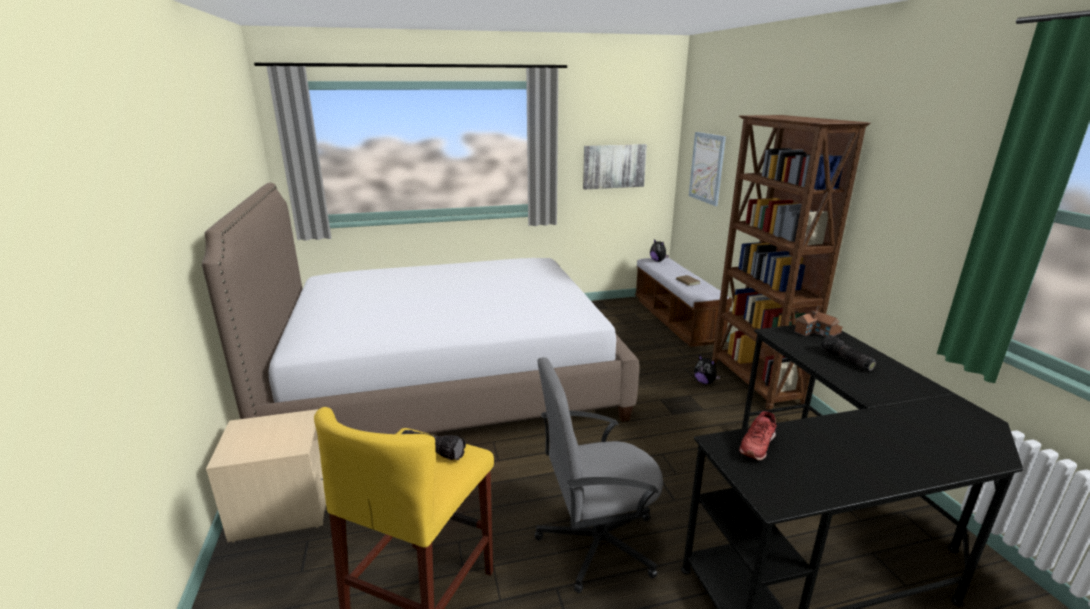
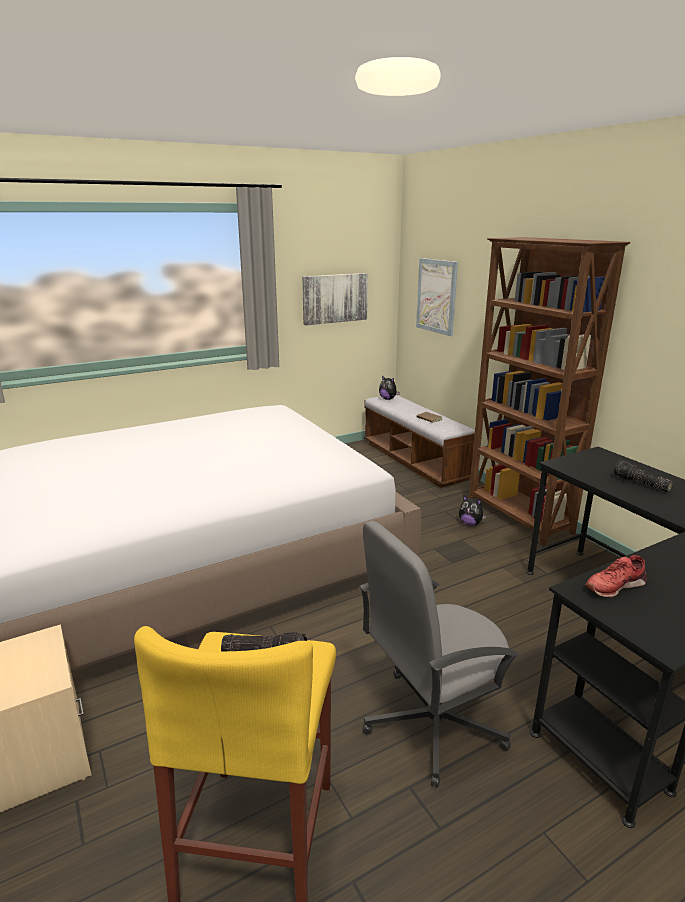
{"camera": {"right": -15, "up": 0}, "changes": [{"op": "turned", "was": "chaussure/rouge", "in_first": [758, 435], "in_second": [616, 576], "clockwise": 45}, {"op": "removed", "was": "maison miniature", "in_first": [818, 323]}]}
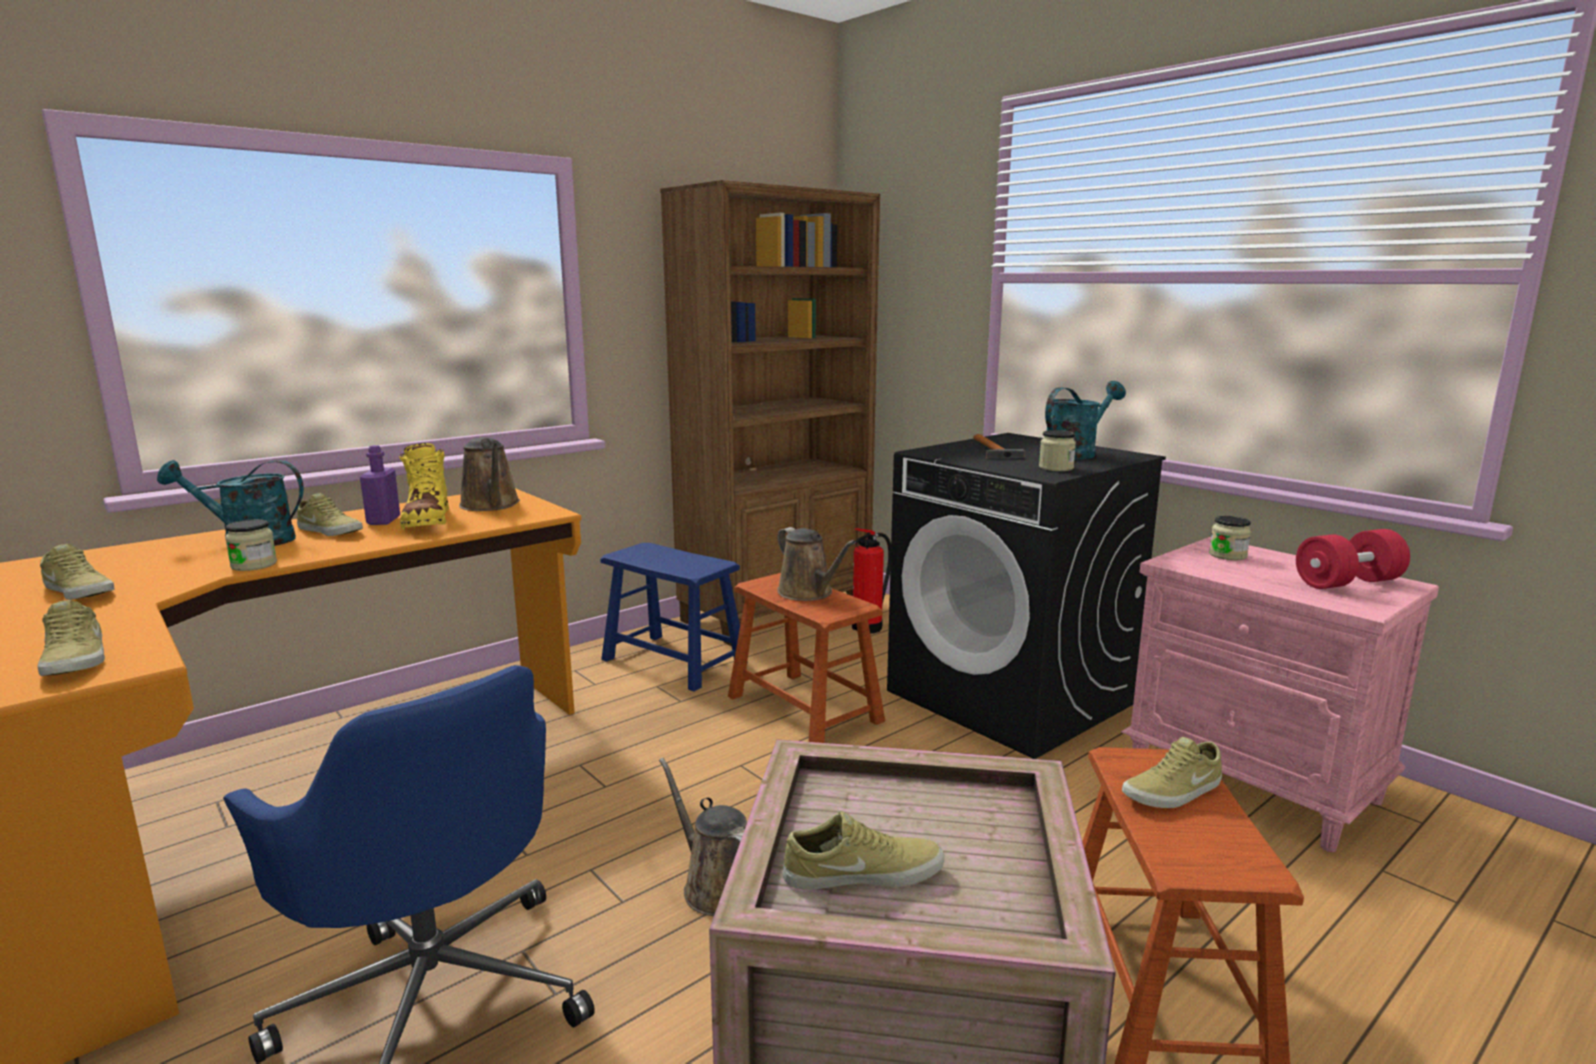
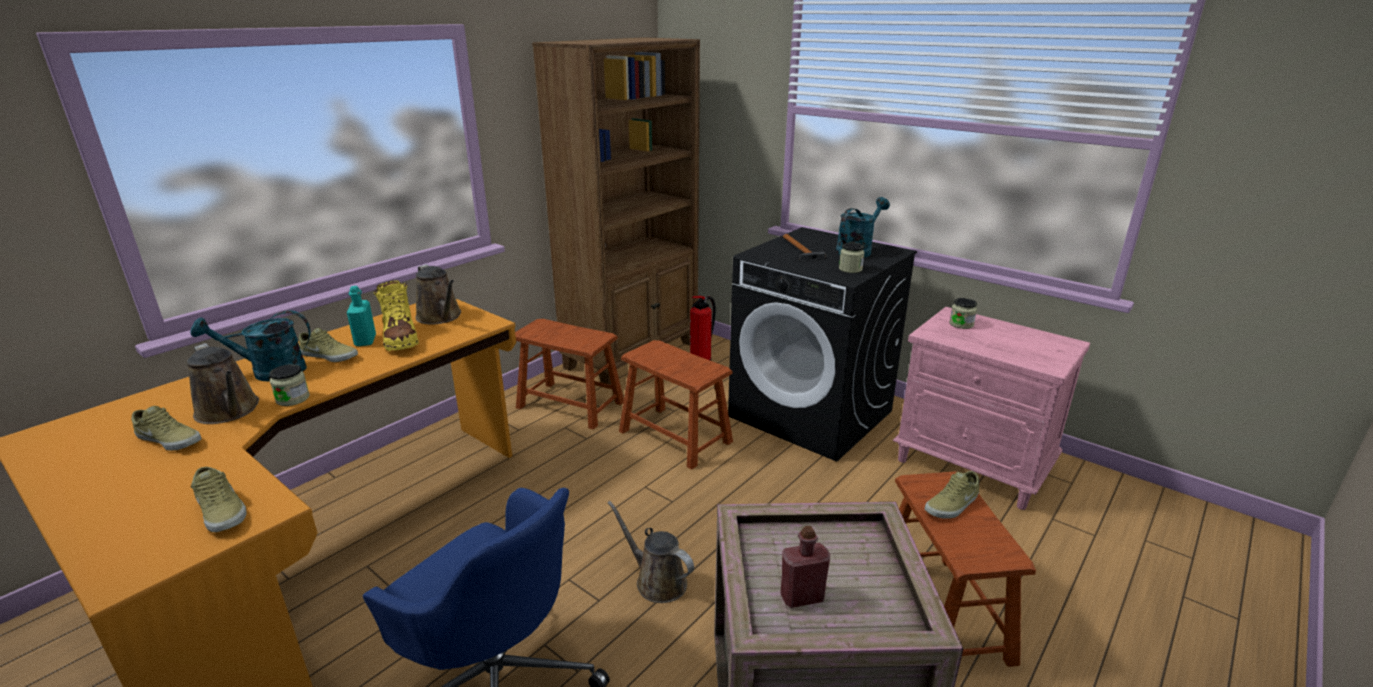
{"camera": {"right": -10, "up": 10}, "changes": [{"op": "recoloured", "was": "bouteille/violet", "now": "bouteille/turquoise", "in_first": [380, 485], "in_second": [361, 316]}, {"op": "recoloured", "was": "tabouret/bleu", "now": "tabouret/marron", "in_first": [674, 617], "in_second": [569, 374]}, {"op": "moved", "was": "arrosoir/marron", "in_first": [816, 564], "in_second": [223, 383]}, {"op": "replaced", "was": "chaussure/beige", "now": "bouteille/rouge", "in_first": [863, 850], "in_second": [805, 567]}, {"op": "removed", "was": "haltère/rouge", "in_first": [1353, 559]}]}
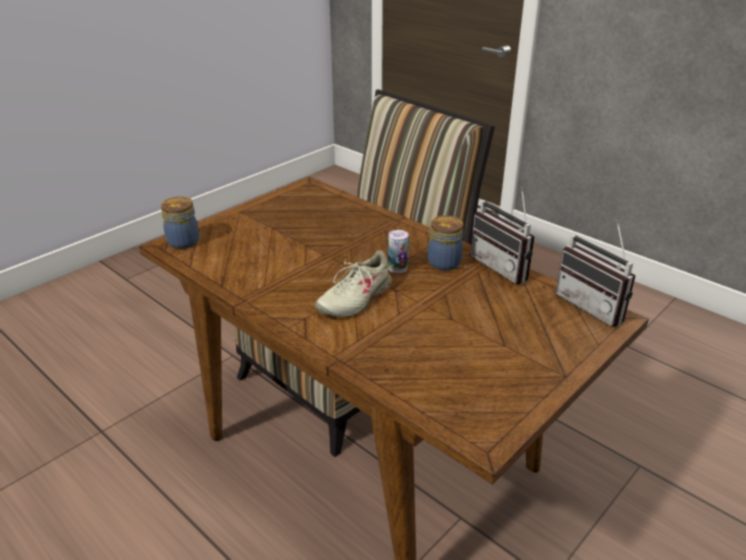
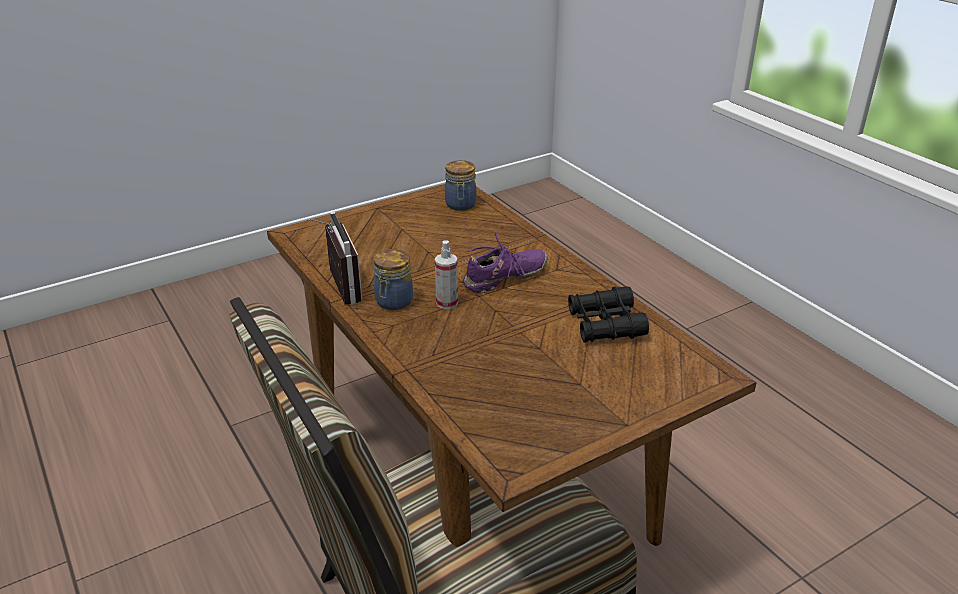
{"camera": {"right": -165, "up": 0}, "changes": [{"op": "moved", "was": "bocal", "in_first": [180, 223], "in_second": [461, 185]}, {"op": "recoloured", "was": "chaussure/beige", "now": "chaussure/violet", "in_first": [354, 283], "in_second": [505, 263]}, {"op": "replaced", "was": "boîte métallique", "now": "vaporisateur", "in_first": [398, 251], "in_second": [446, 274]}, {"op": "removed", "was": "radio", "in_first": [595, 273]}, {"op": "added", "now": "jumelles/noir", "in_second": [608, 314]}]}
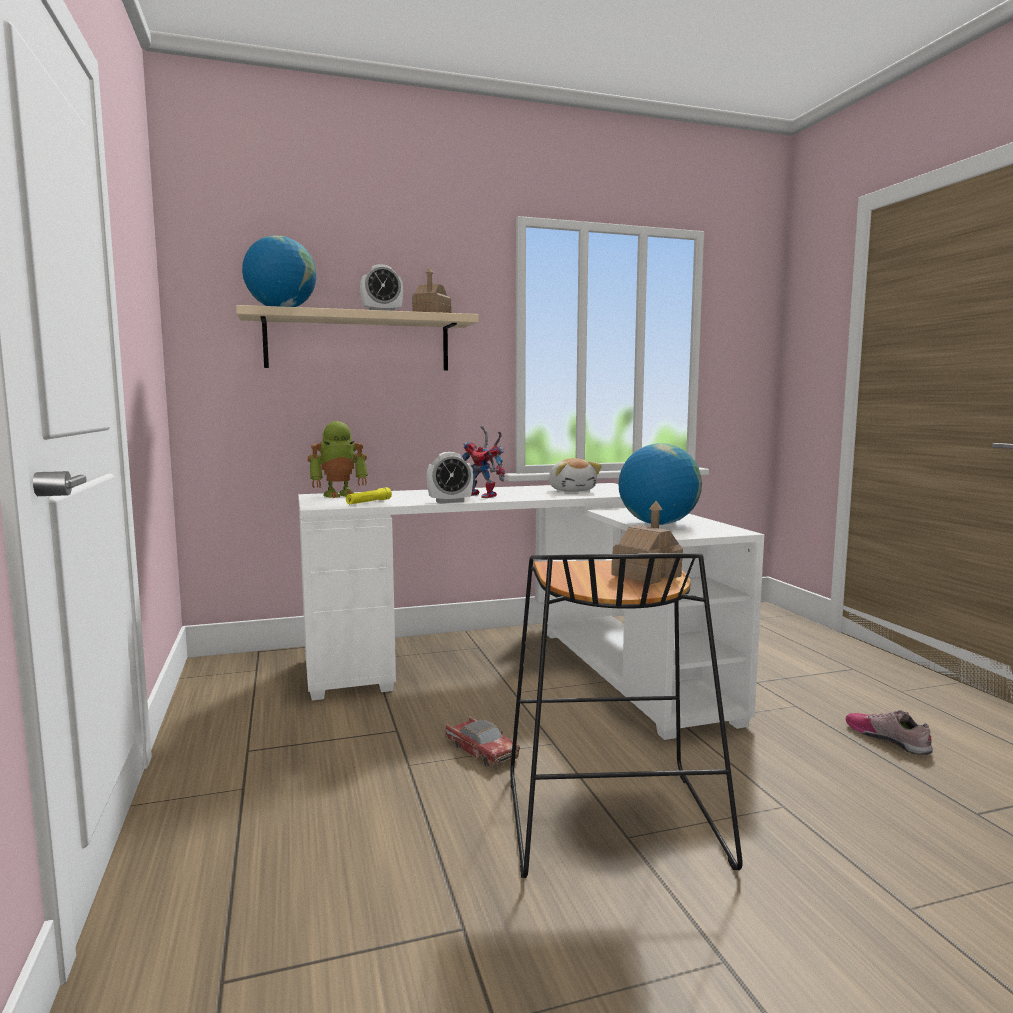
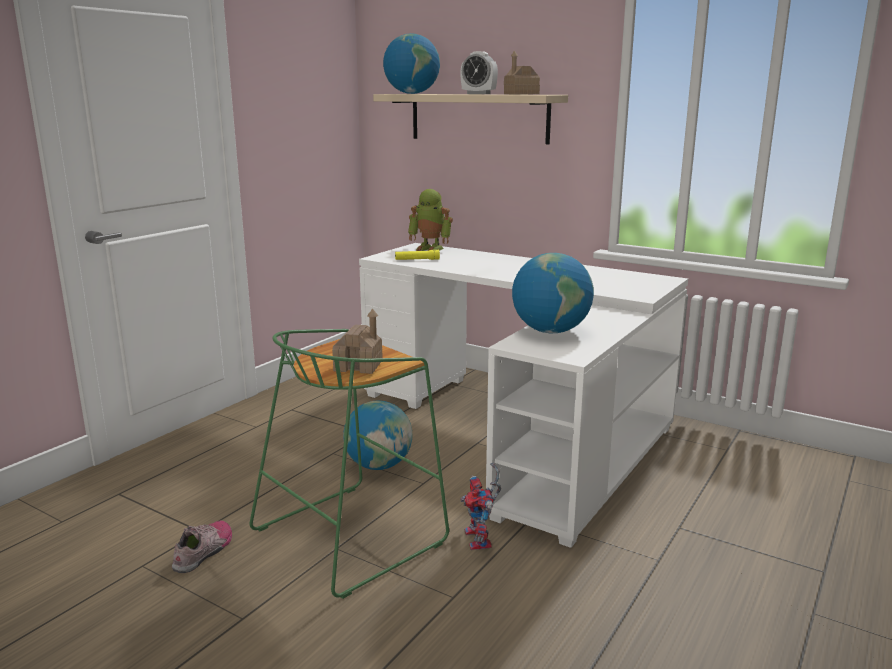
{"camera": {"right": 50, "up": 10}, "changes": [{"op": "removed", "was": "réveil", "in_first": [450, 477]}, {"op": "replaced", "was": "petite voiture", "now": "globe", "in_first": [482, 742], "in_second": [377, 435]}, {"op": "moved", "was": "robot jouet", "in_first": [483, 462], "in_second": [480, 506]}, {"op": "recoloured", "was": "tabouret/noir", "now": "tabouret/vert", "in_first": [626, 715], "in_second": [349, 464]}, {"op": "removed", "was": "peluche", "in_first": [575, 475]}, {"op": "moved", "was": "chaussure", "in_first": [889, 732], "in_second": [202, 546]}]}
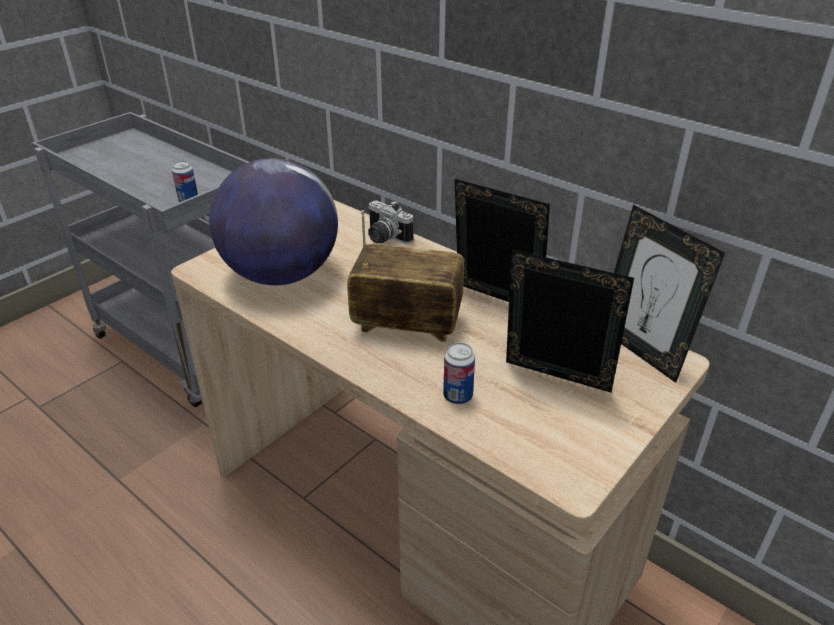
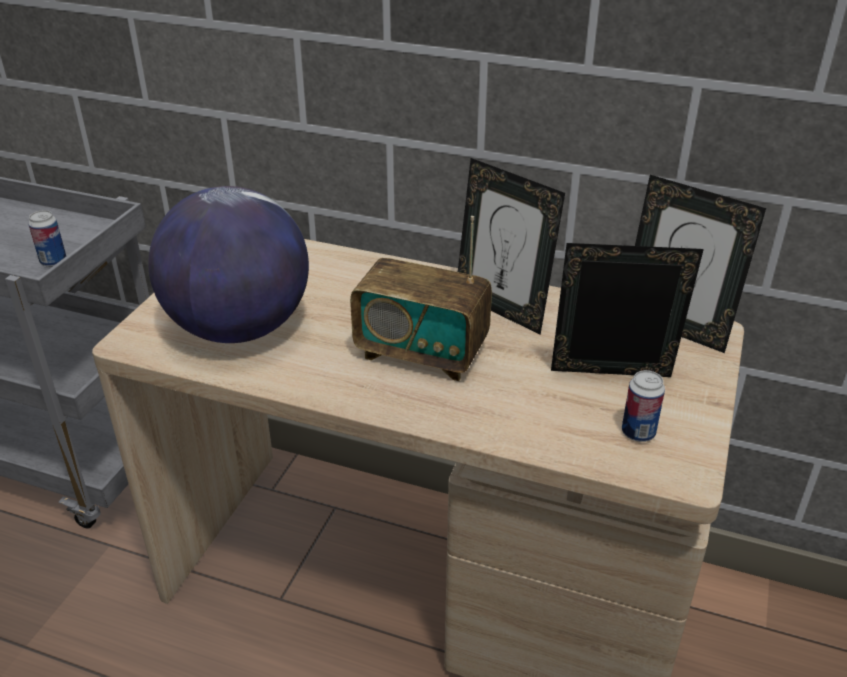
{"camera": {"right": -20, "up": 0}, "changes": [{"op": "turned", "was": "radio", "in_first": [405, 276], "in_second": [421, 298], "clockwise": -150}, {"op": "removed", "was": "appareil photo", "in_first": [390, 222]}, {"op": "moved", "was": "boîte métallique", "in_first": [459, 373], "in_second": [643, 406]}, {"op": "turned", "was": "cadre photo", "in_first": [502, 240], "in_second": [511, 246], "clockwise": -150}]}
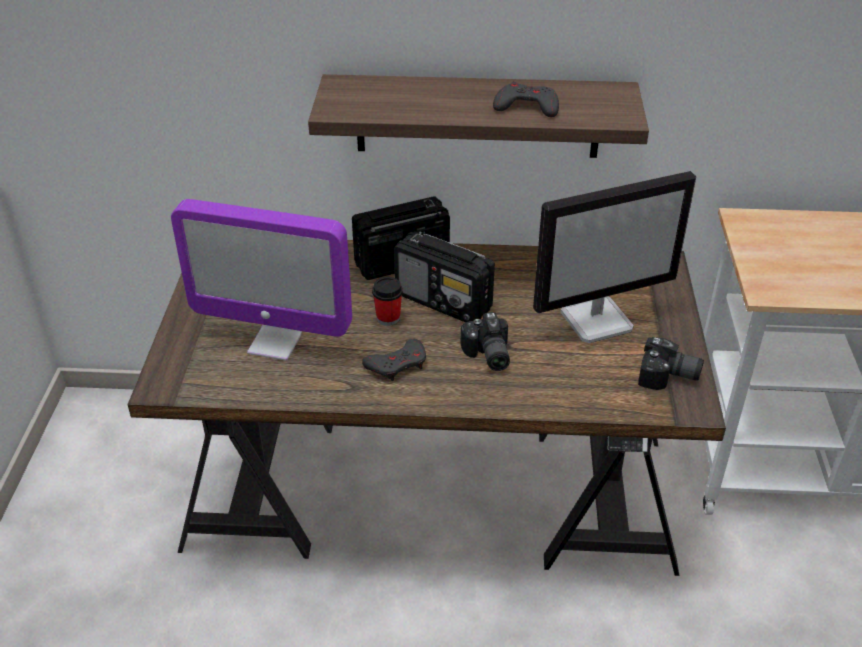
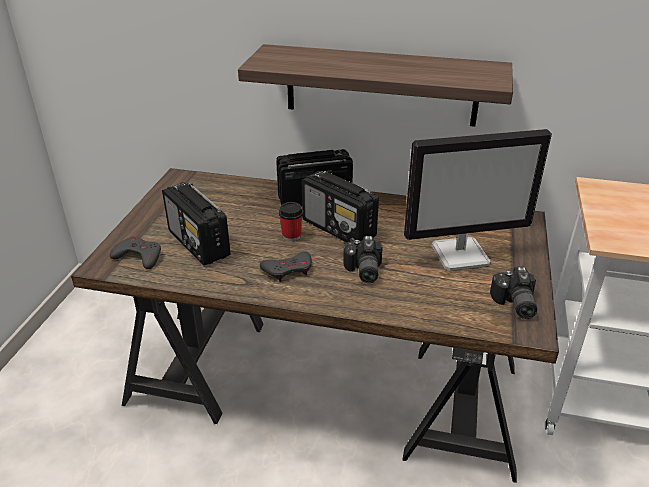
{"camera": {"right": 10, "up": -5}, "changes": [{"op": "replaced", "was": "écran d'ordinateur", "now": "radio", "in_first": [261, 280], "in_second": [196, 224]}, {"op": "moved", "was": "manette/gris", "in_first": [526, 99], "in_second": [135, 252]}, {"op": "turned", "was": "appareil photo", "in_first": [671, 363], "in_second": [513, 293], "clockwise": 60}]}
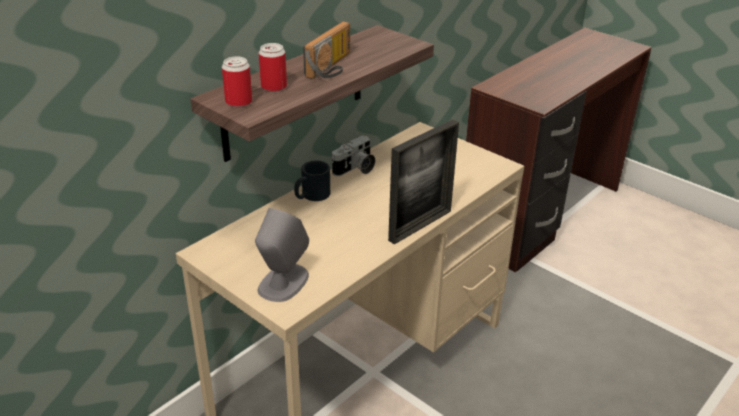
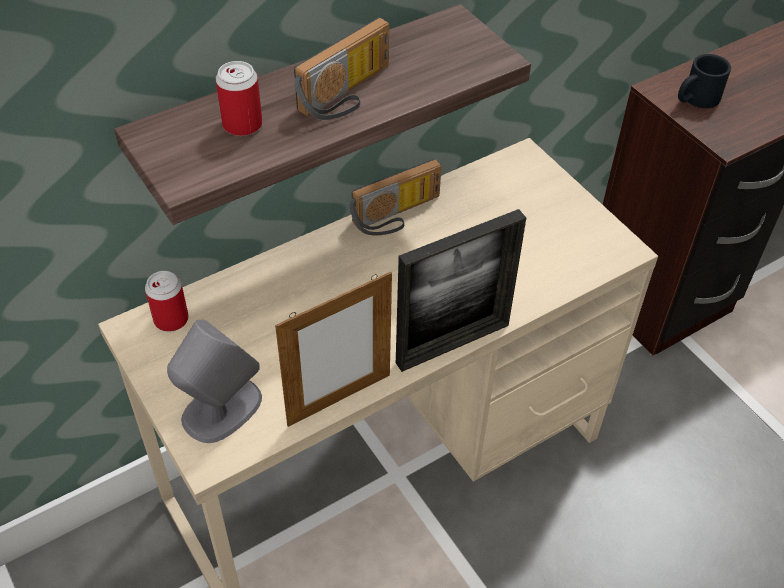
{"camera": {"right": 15, "up": 15}, "changes": [{"op": "moved", "was": "boîte métallique", "in_first": [237, 82], "in_second": [167, 301]}, {"op": "moved", "was": "mug/noir", "in_first": [312, 180], "in_second": [704, 81]}, {"op": "replaced", "was": "appareil photo", "now": "radio", "in_first": [354, 155], "in_second": [396, 197]}, {"op": "added", "now": "cadre photo", "in_second": [333, 349]}]}
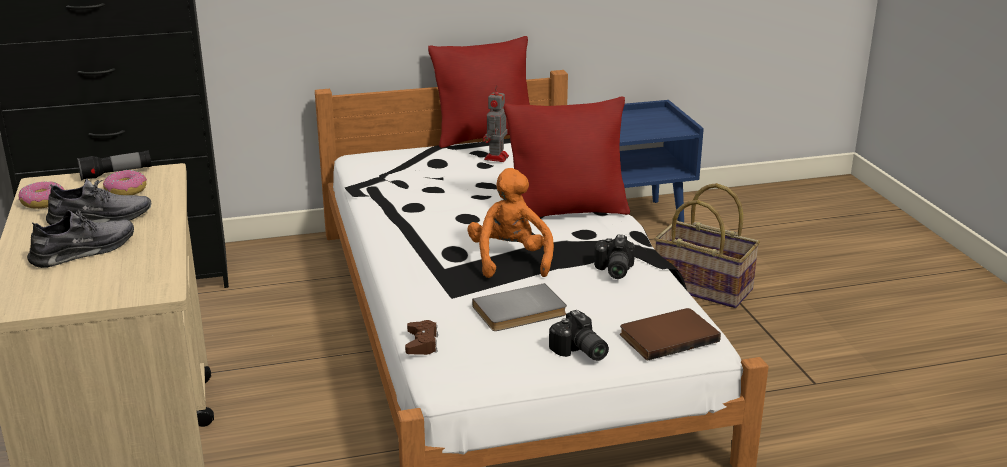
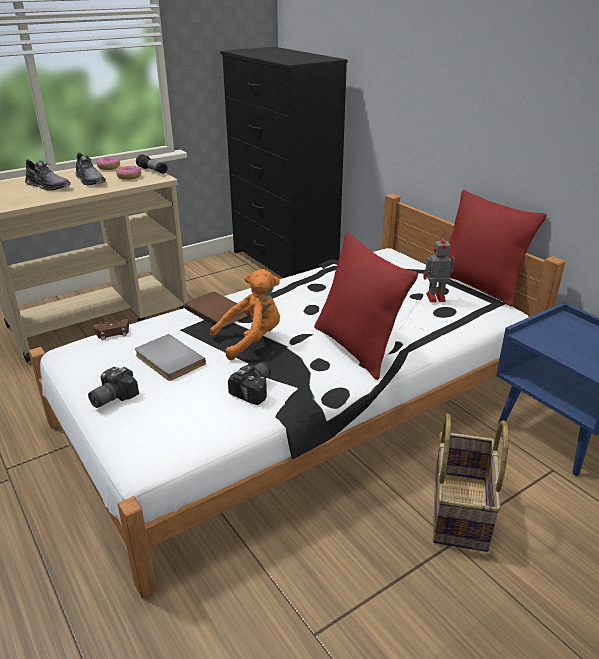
{"camera": {"right": 70, "up": 5}, "changes": [{"op": "turned", "was": "appareil photo", "in_first": [614, 257], "in_second": [249, 383], "clockwise": 135}, {"op": "moved", "was": "livre/marron", "in_first": [670, 334], "in_second": [216, 310]}]}
